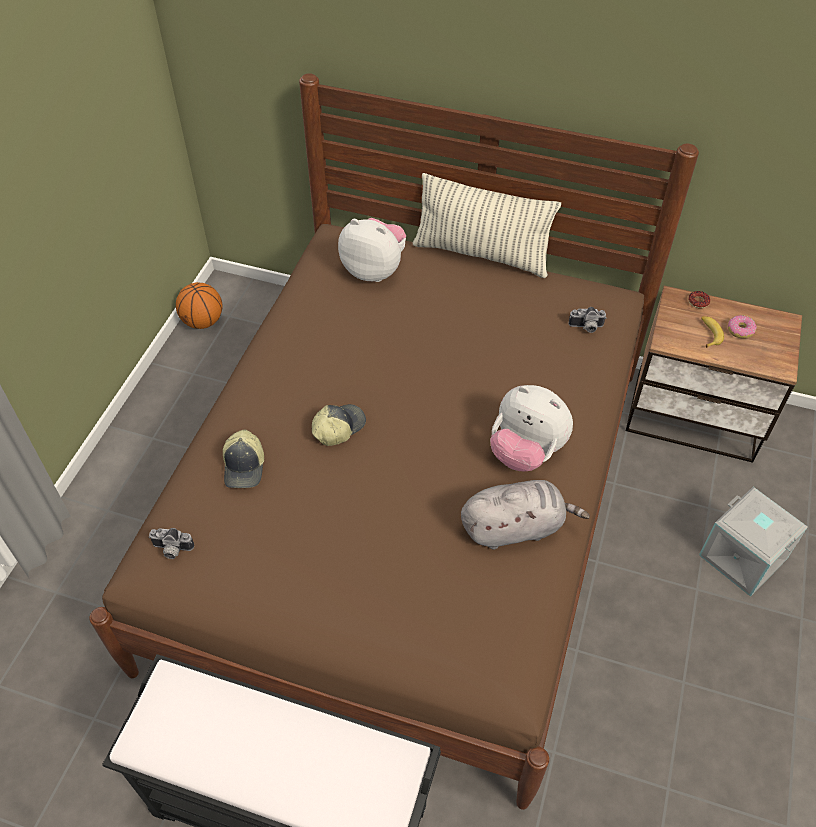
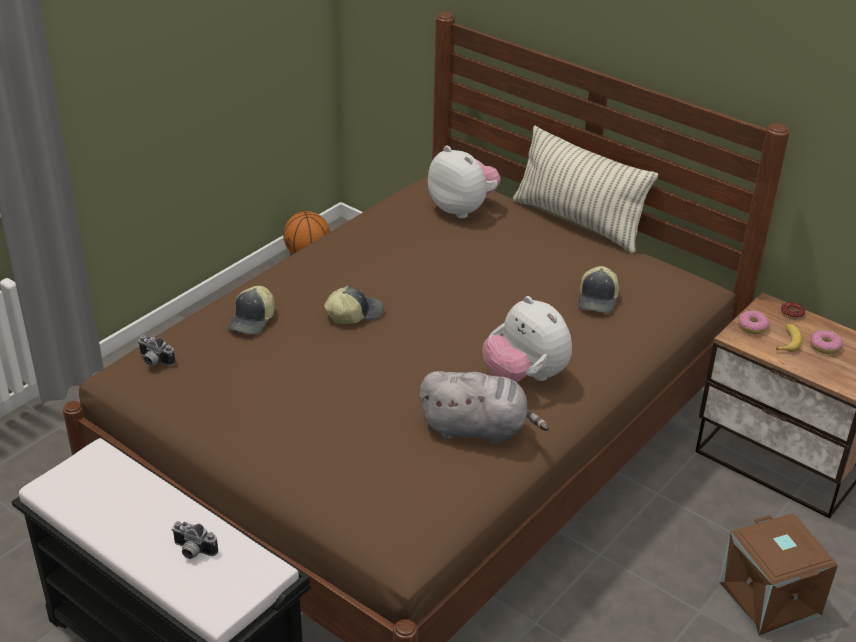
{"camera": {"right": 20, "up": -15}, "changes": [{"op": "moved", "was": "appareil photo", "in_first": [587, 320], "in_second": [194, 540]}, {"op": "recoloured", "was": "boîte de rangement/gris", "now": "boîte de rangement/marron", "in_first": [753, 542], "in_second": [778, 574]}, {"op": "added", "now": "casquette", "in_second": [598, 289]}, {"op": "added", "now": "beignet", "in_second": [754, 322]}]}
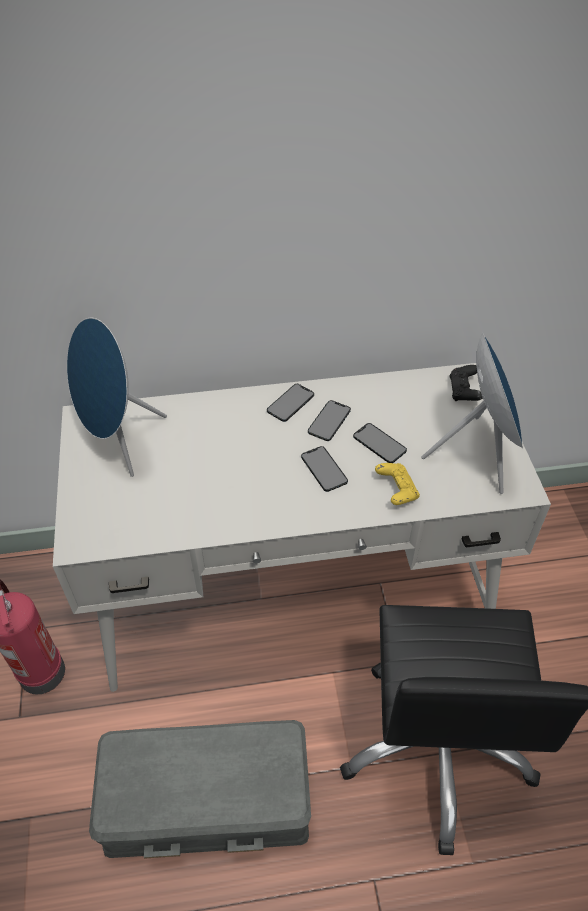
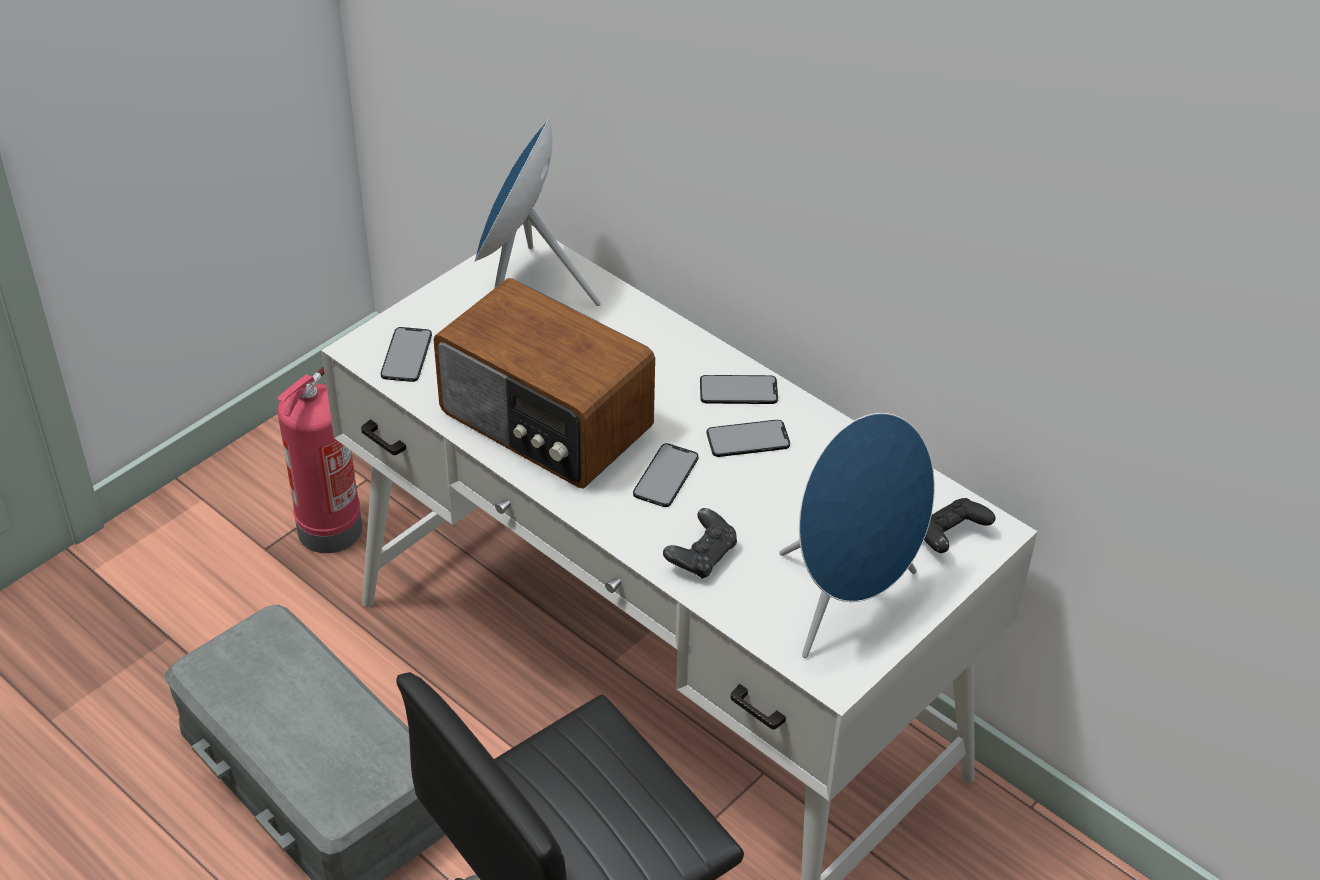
{"camera": {"right": 50, "up": -5}, "changes": [{"op": "moved", "was": "téléphone", "in_first": [380, 443], "in_second": [406, 354]}, {"op": "recoloured", "was": "manette/jaune", "now": "manette/noir", "in_first": [397, 484], "in_second": [700, 543]}, {"op": "added", "now": "radio", "in_second": [544, 383]}]}
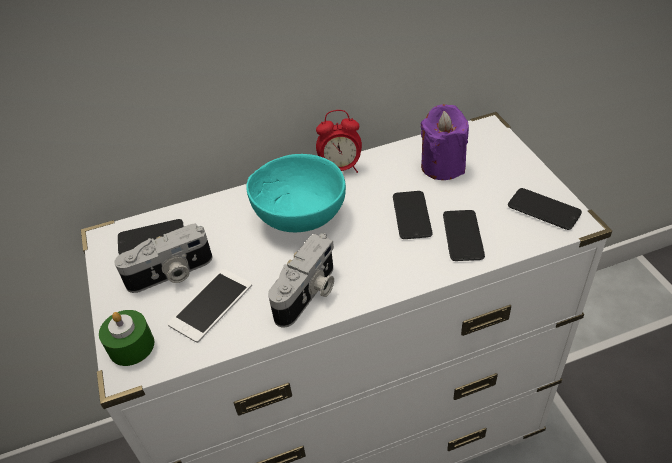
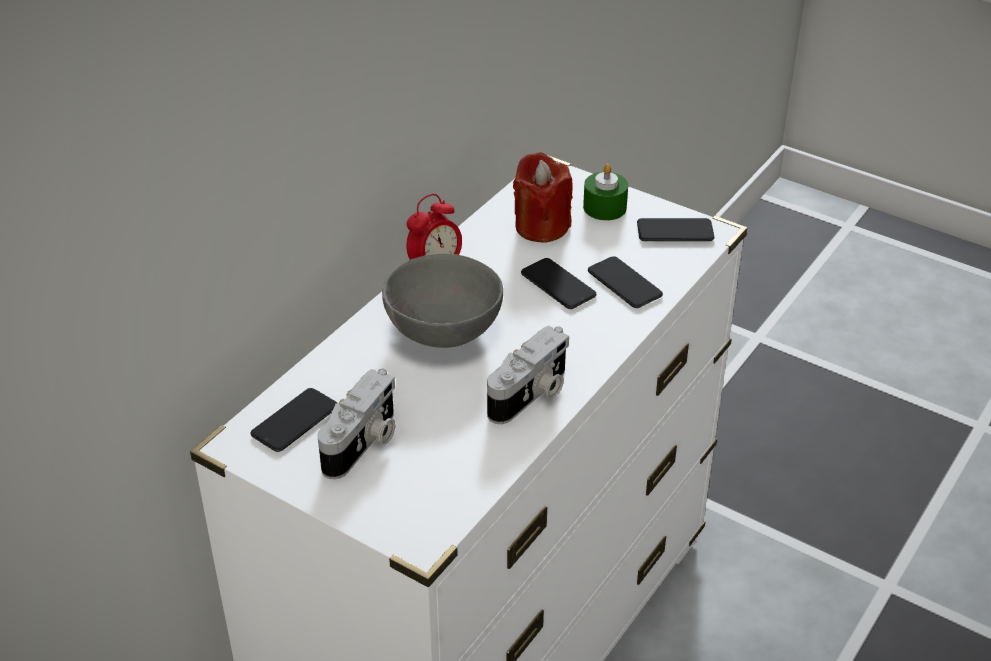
{"camera": {"right": -40, "up": -5}, "changes": [{"op": "moved", "was": "bougie/vert", "in_first": [126, 338], "in_second": [605, 192]}, {"op": "removed", "was": "téléphone", "in_first": [209, 306]}, {"op": "recoloured", "was": "bol/turquoise", "now": "bol/gris", "in_first": [296, 193], "in_second": [442, 301]}, {"op": "turned", "was": "appareil photo", "in_first": [301, 280], "in_second": [528, 375], "clockwise": 45}, {"op": "recoloured", "was": "bougie/violet", "now": "bougie/rouge", "in_first": [445, 142], "in_second": [543, 197]}]}
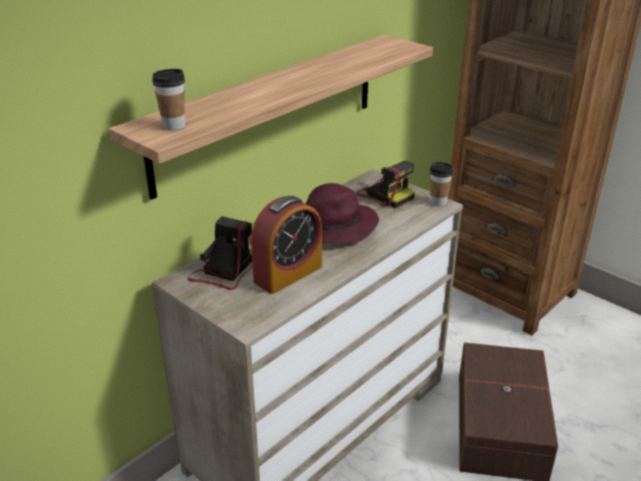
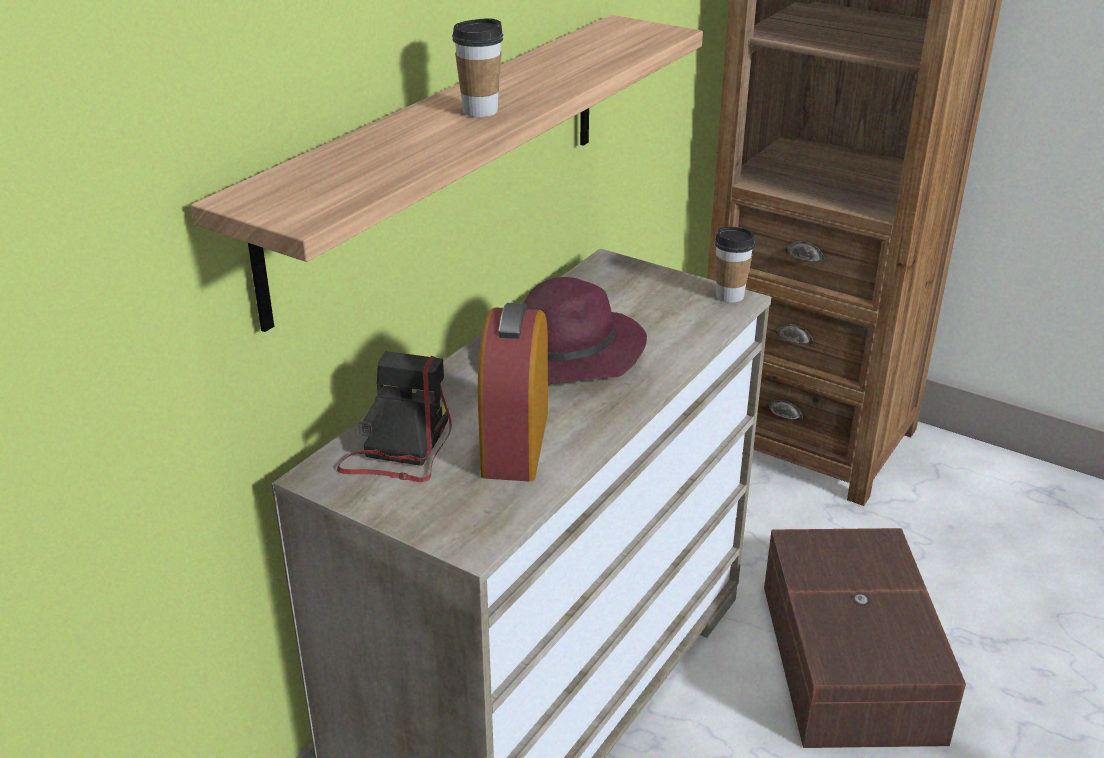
{"camera": {"right": -10, "up": 0}, "changes": [{"op": "moved", "was": "tasse", "in_first": [168, 99], "in_second": [477, 67]}, {"op": "turned", "was": "réveil", "in_first": [286, 245], "in_second": [513, 392], "clockwise": 150}, {"op": "removed", "was": "appareil photo", "in_first": [386, 184]}]}
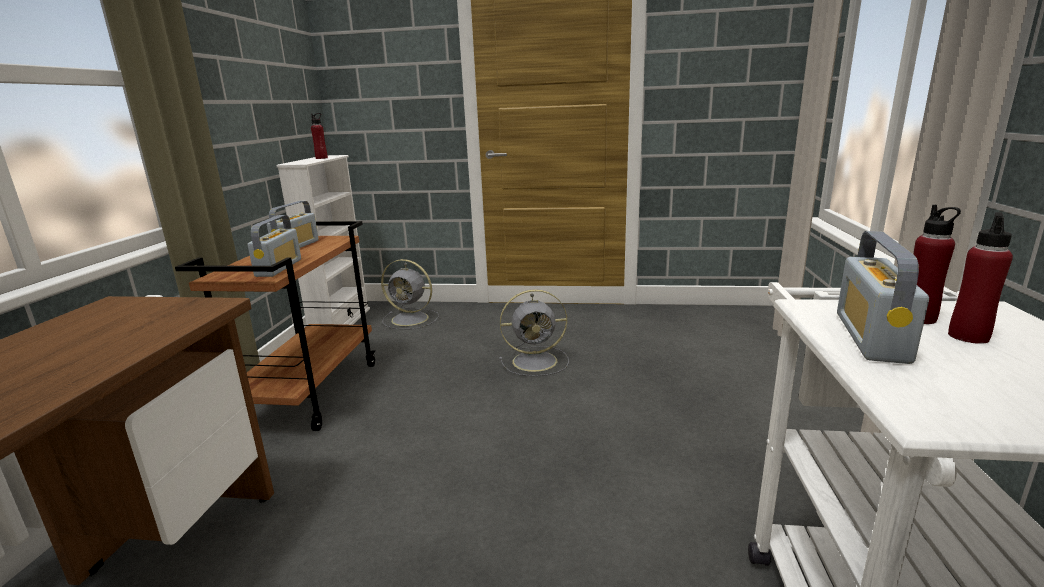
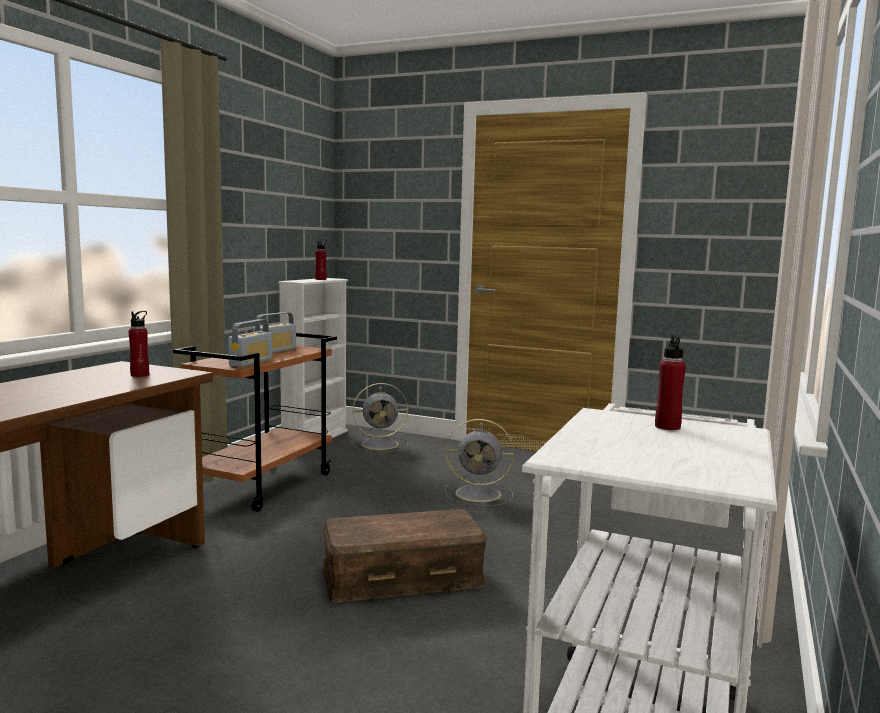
{"camera": {"right": 15, "up": -10}, "changes": [{"op": "turned", "was": "ventilateur/gris", "in_first": [410, 294], "in_second": [379, 417], "clockwise": -45}, {"op": "removed", "was": "radio", "in_first": [883, 297]}, {"op": "moved", "was": "bouteille/rouge", "in_first": [980, 278], "in_second": [139, 344]}, {"op": "added", "now": "boîte de rangement/marron", "in_second": [404, 556]}]}
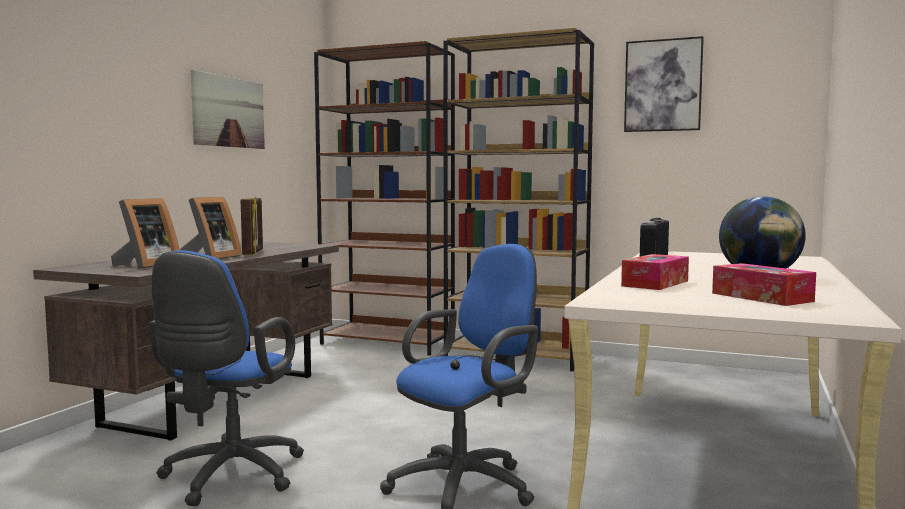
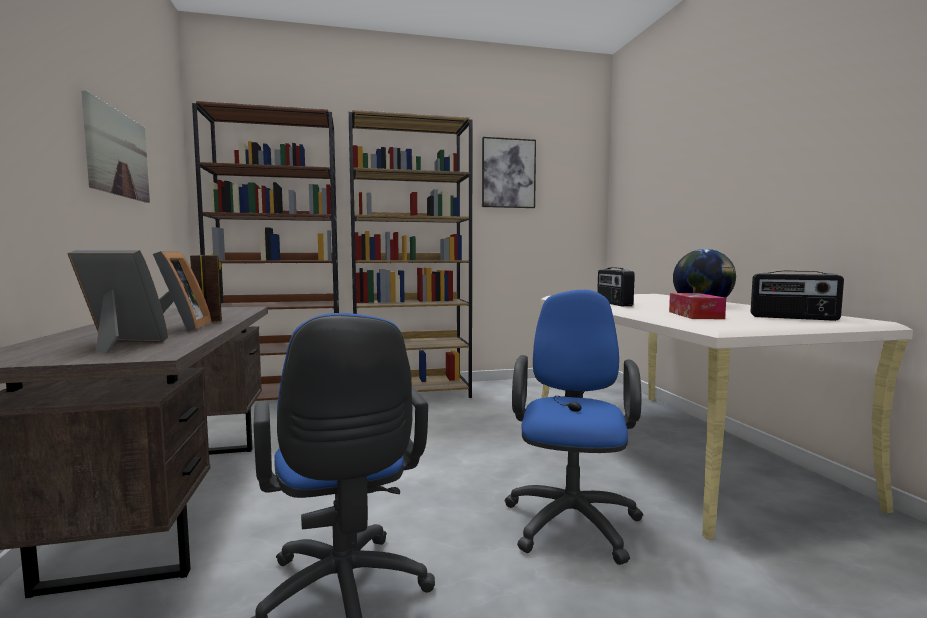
{"camera": {"right": -35, "up": 0}, "changes": [{"op": "turned", "was": "cadre photo", "in_first": [145, 233], "in_second": [117, 301], "clockwise": -75}, {"op": "replaced", "was": "boîte à mouchoirs", "now": "radio", "in_first": [764, 284], "in_second": [797, 296]}]}
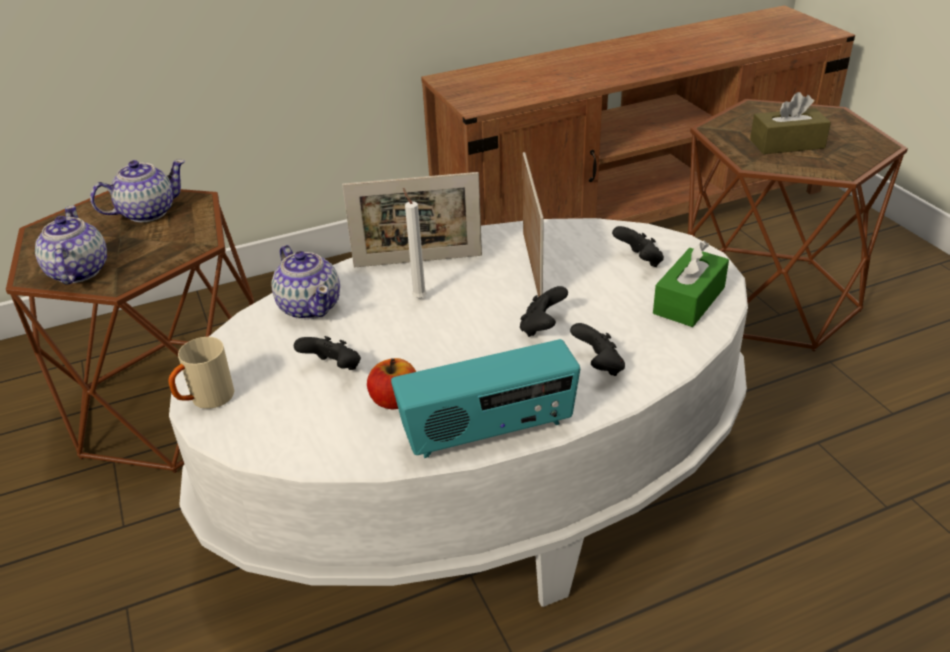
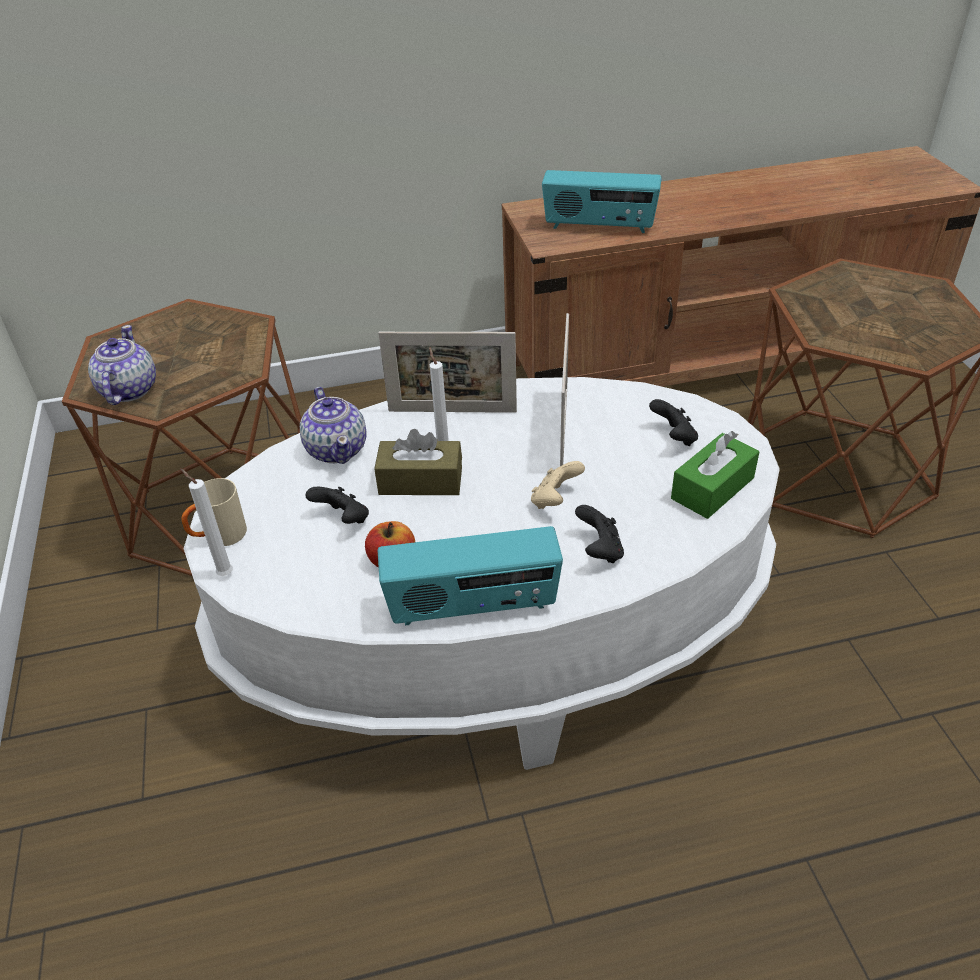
{"camera": {"right": 10, "up": 5}, "changes": [{"op": "removed", "was": "théière", "in_first": [137, 191]}, {"op": "recoloured", "was": "manette/noir", "now": "manette/beige", "in_first": [544, 311], "in_second": [558, 485]}, {"op": "moved", "was": "boîte à mouchoirs/marron", "in_first": [790, 123], "in_second": [418, 462]}, {"op": "added", "now": "bougie/blanc", "in_second": [206, 522]}, {"op": "added", "now": "radio", "in_second": [602, 201]}]}
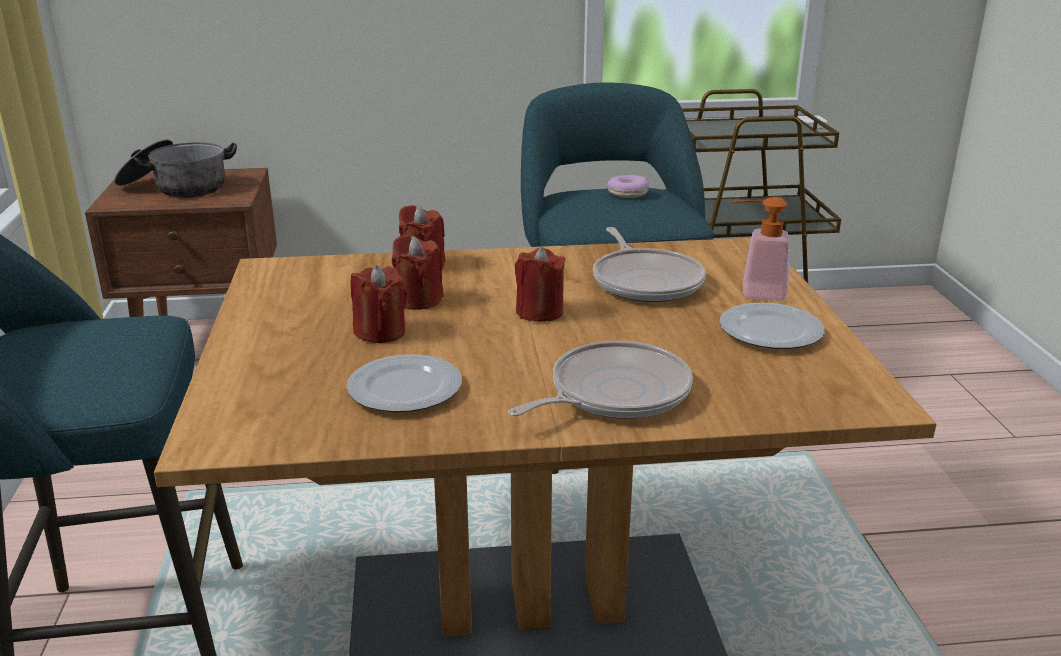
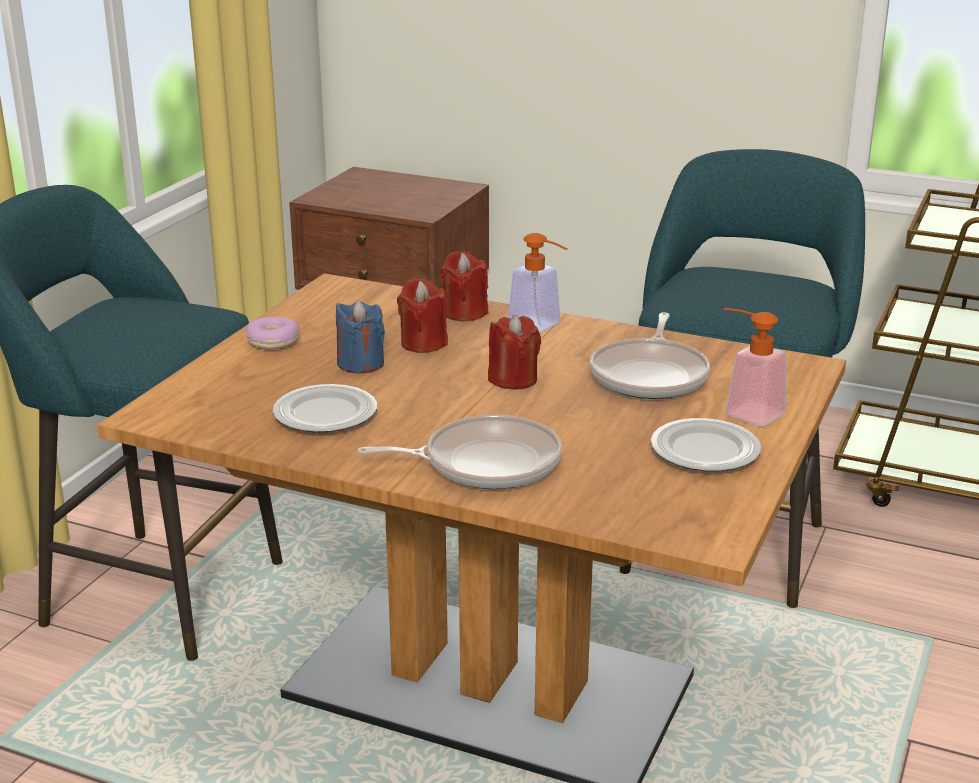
{"camera": {"right": 30, "up": 0}, "changes": [{"op": "removed", "was": "marmite", "in_first": [175, 168]}, {"op": "recoloured", "was": "bougie/rouge", "now": "bougie/bleu", "in_first": [379, 304], "in_second": [360, 336]}, {"op": "moved", "was": "beignet", "in_first": [628, 186], "in_second": [273, 333]}, {"op": "added", "now": "distributeur de savon", "in_second": [538, 283]}]}
